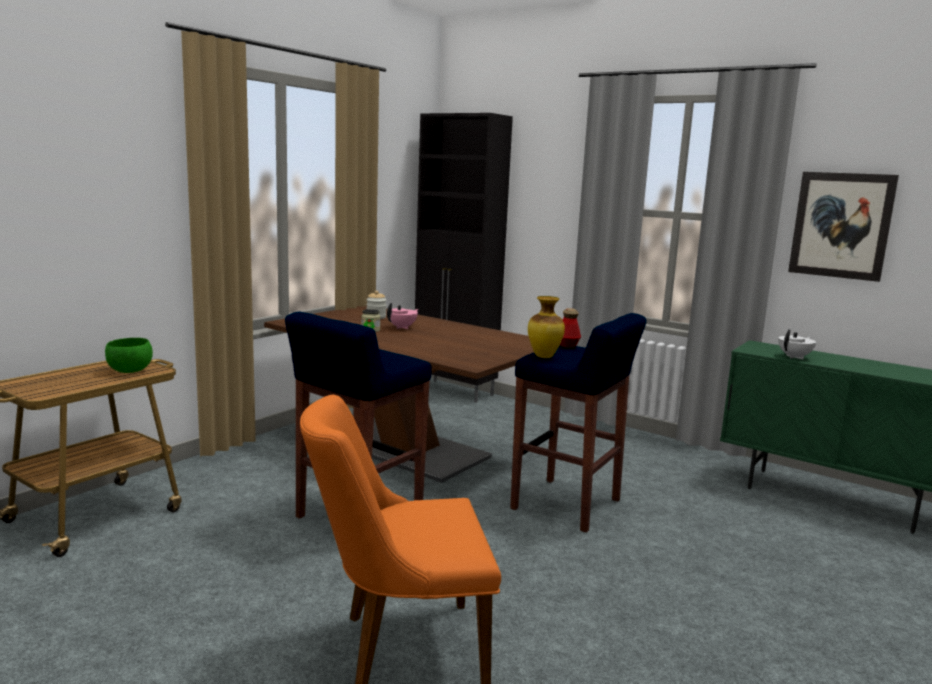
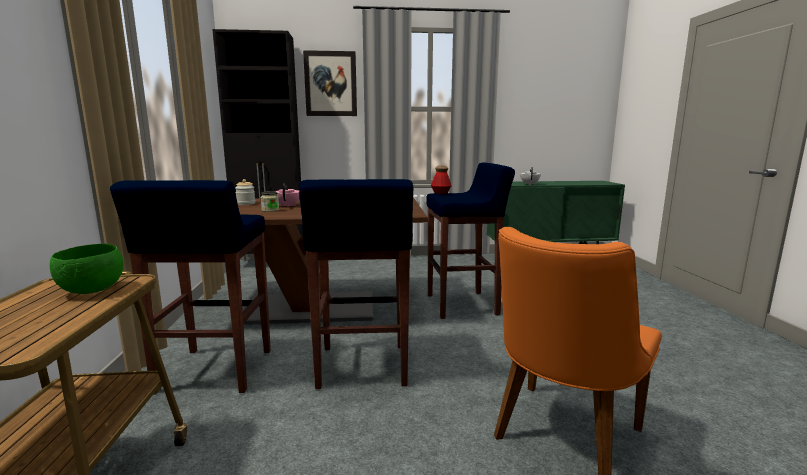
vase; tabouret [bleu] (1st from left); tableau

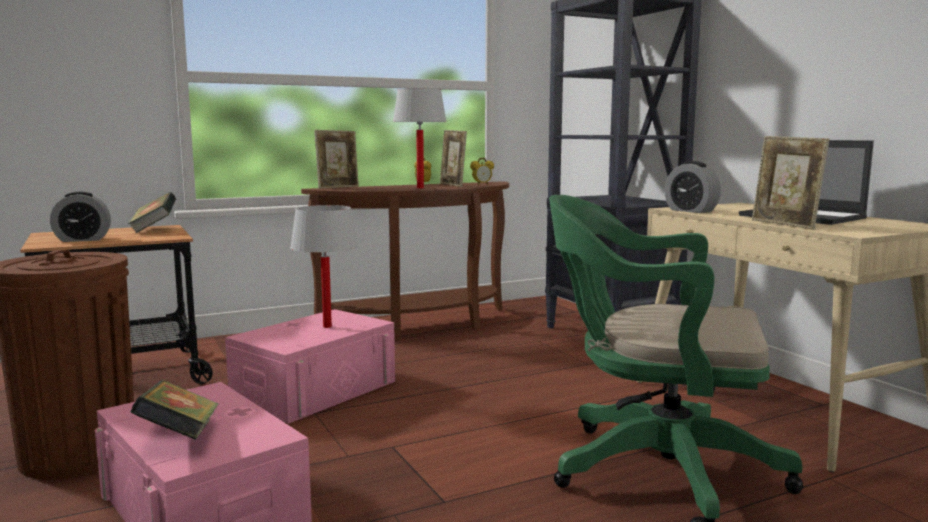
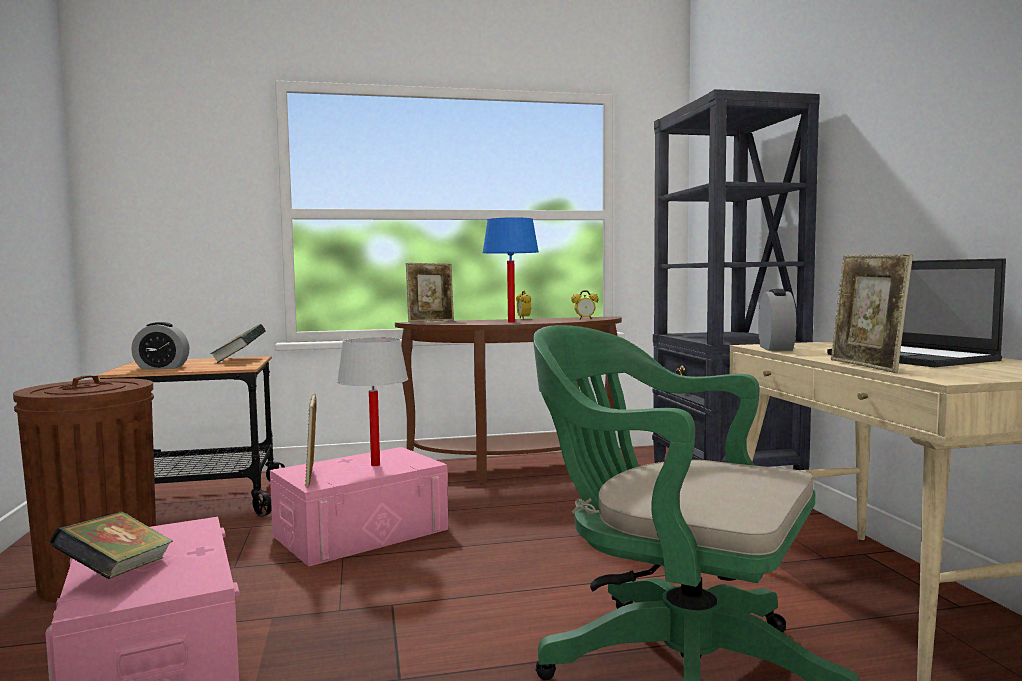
cadre photo (1st from left); lampe de table [bleu]; réveil (4th from left)

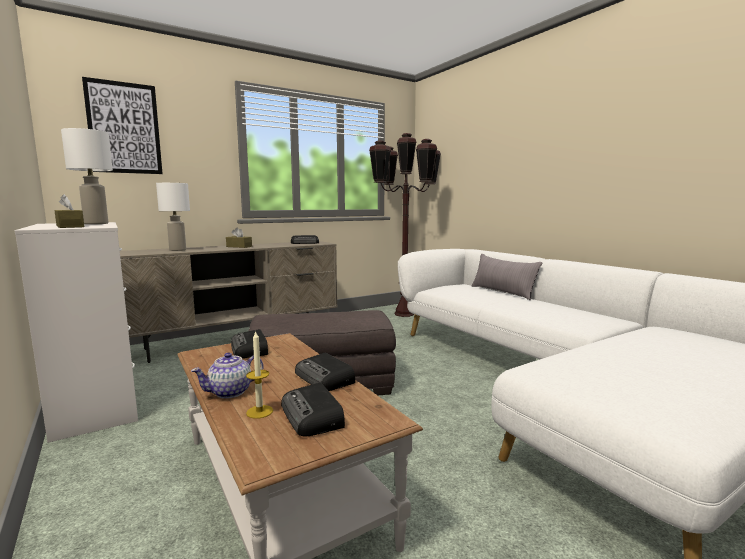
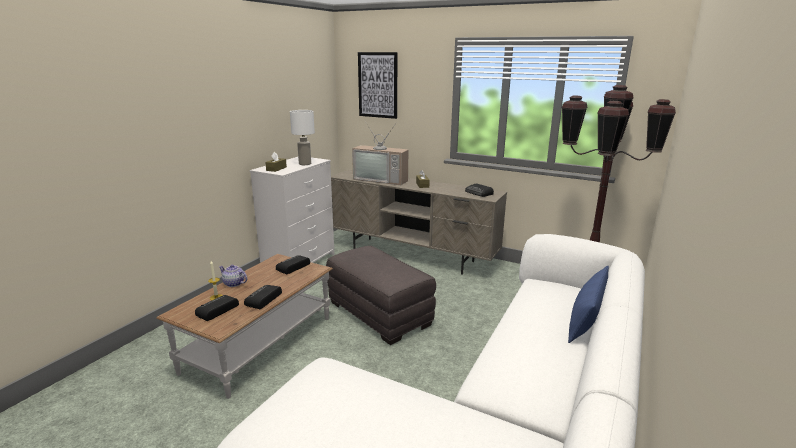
téléviseur; coussin [bleu]

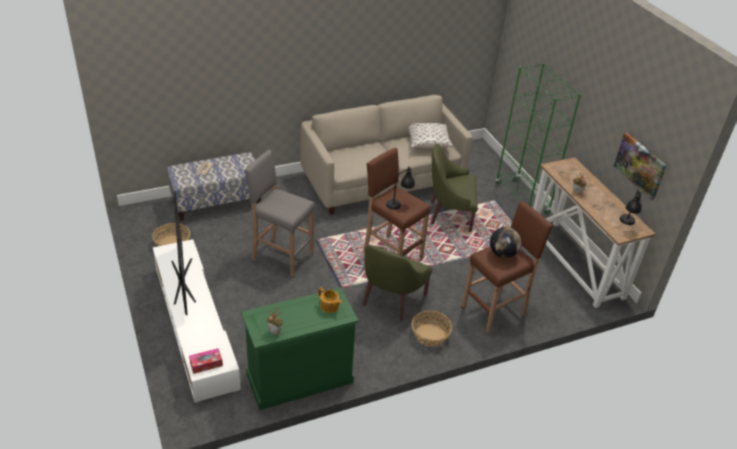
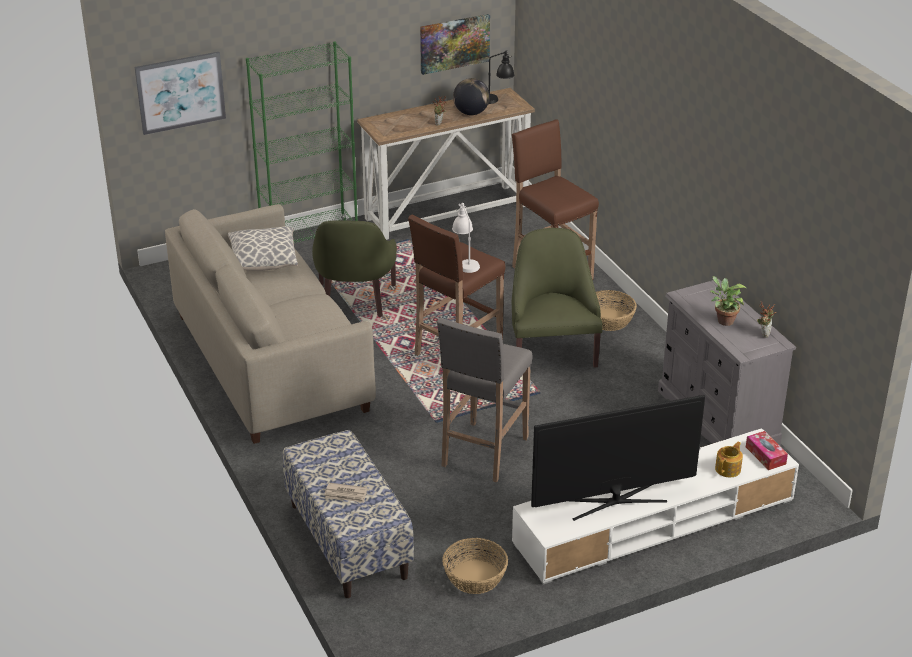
tableau (1st from left); plante en pot (2nd from left); théière; globe; commode [gris]; lampe de table [blanc]; fauteuil [vert] (2nd from left)

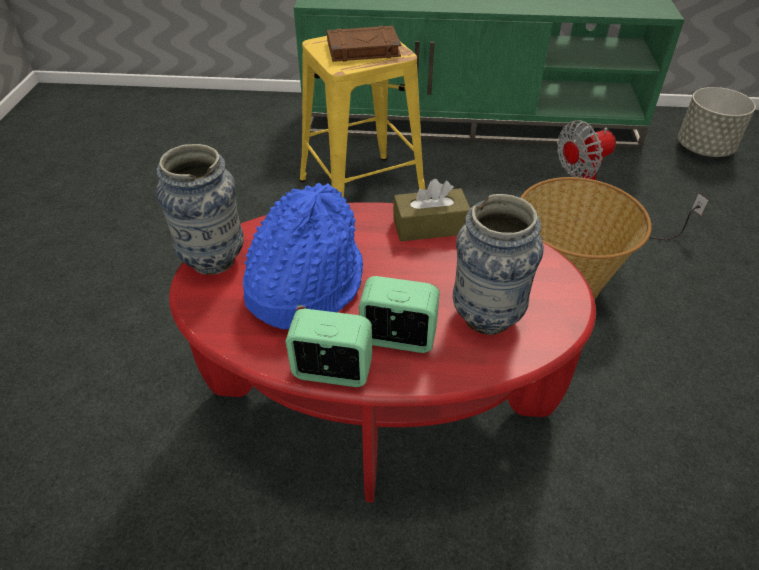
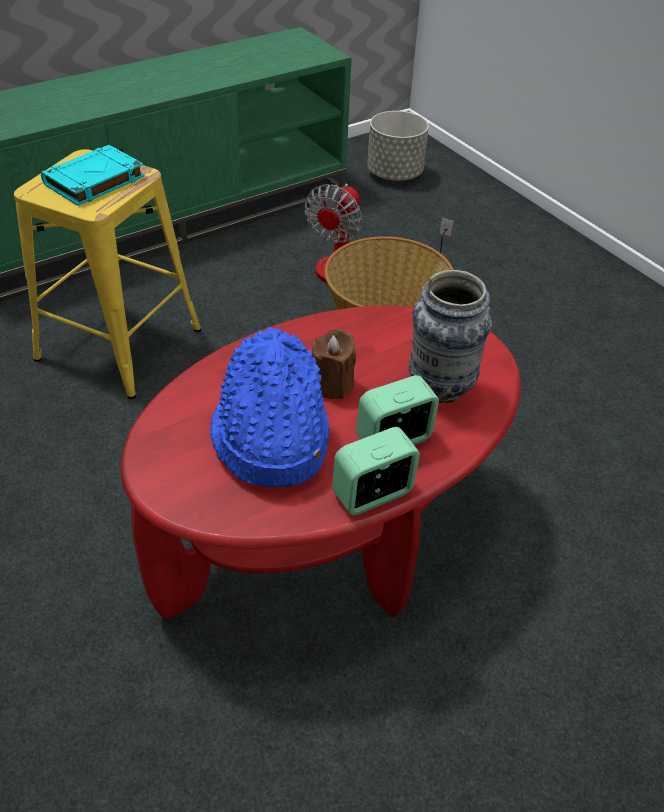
vase (1st from left in the first image); boîte à mouchoirs [marron]; bougie [marron]; livre [turquoise]

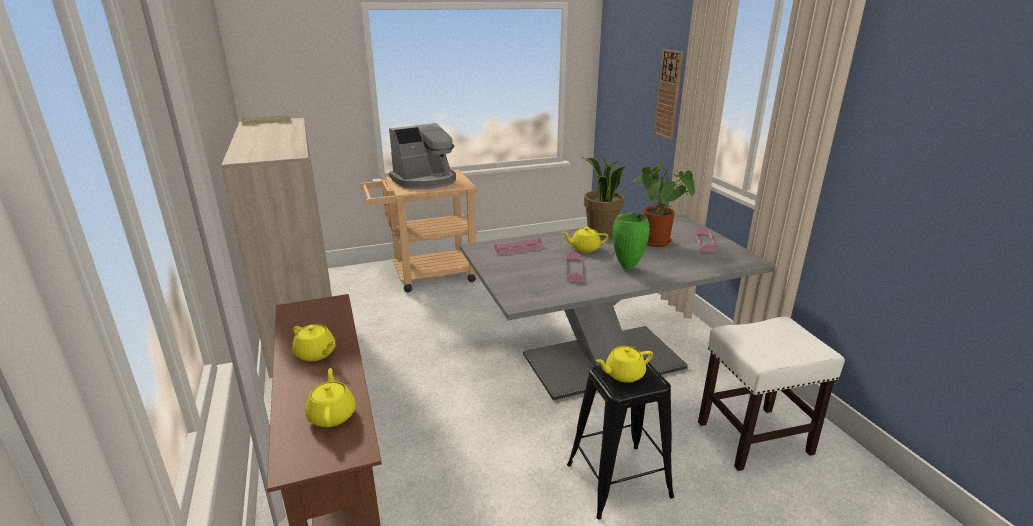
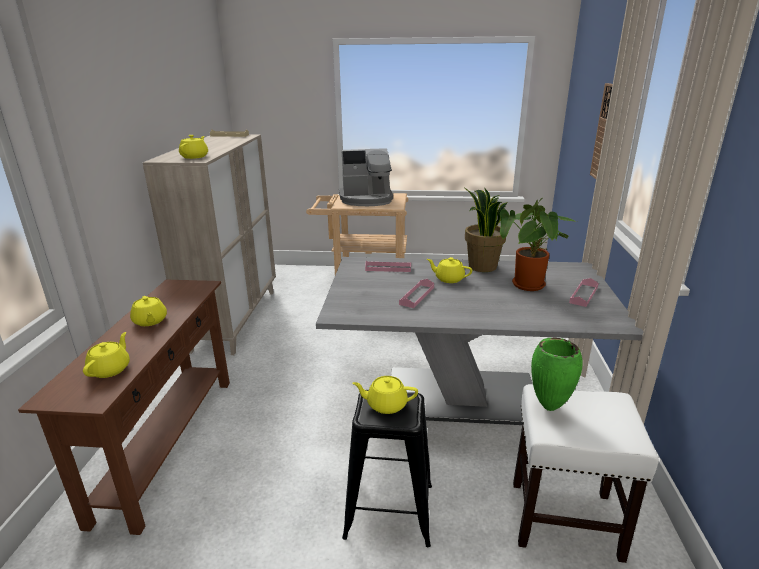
théière [jaune] (3rd from left); vase [vert]

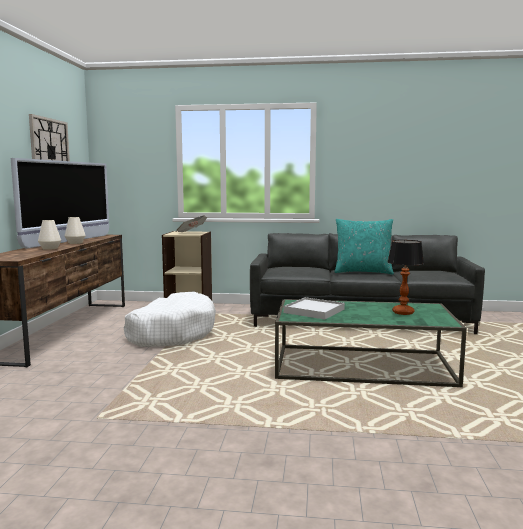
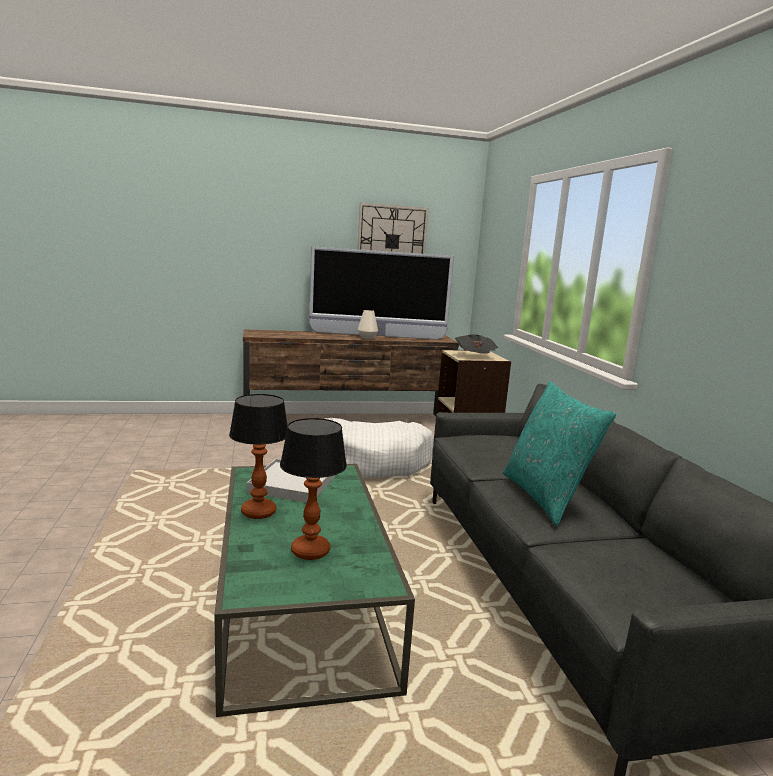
vase [blanc] (1st from left in the first image); lampe de table (1st from left)

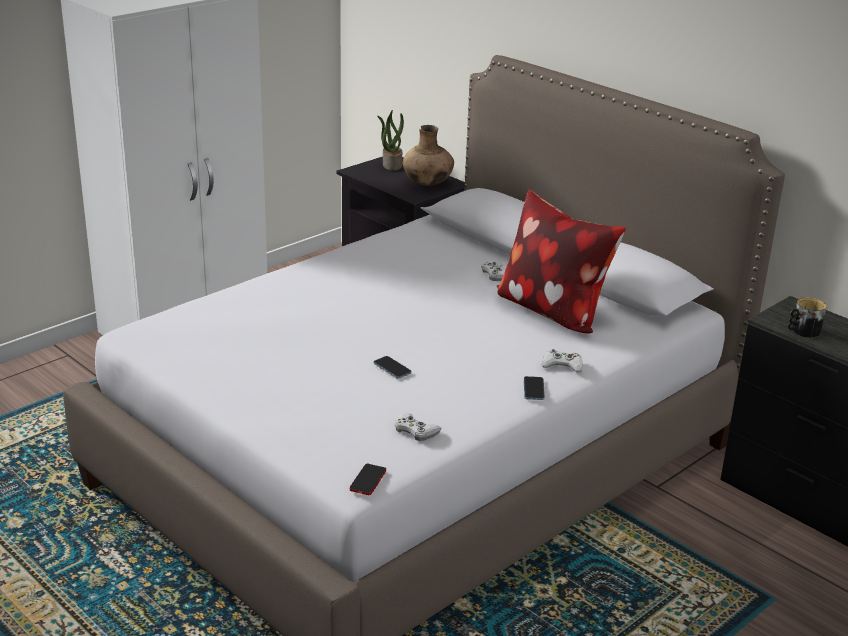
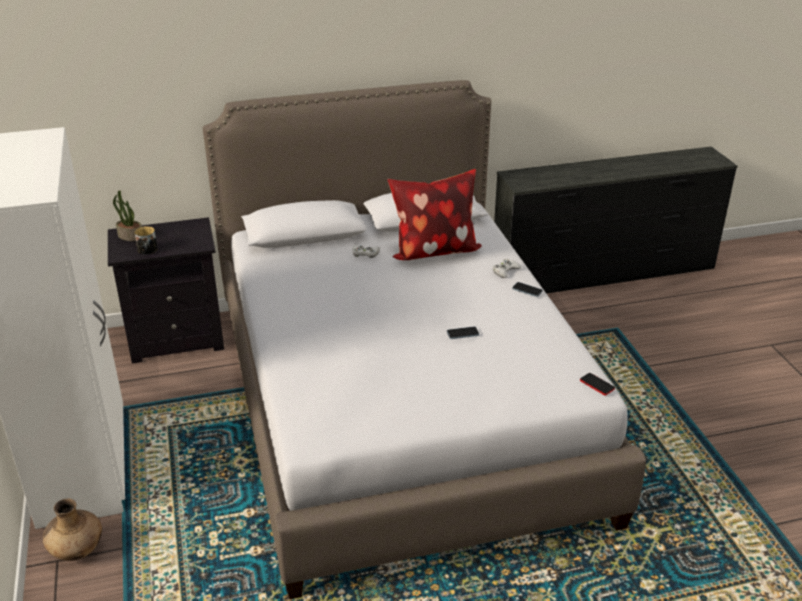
manette [blanc] (1st from left in the first image); vase [marron]; mug

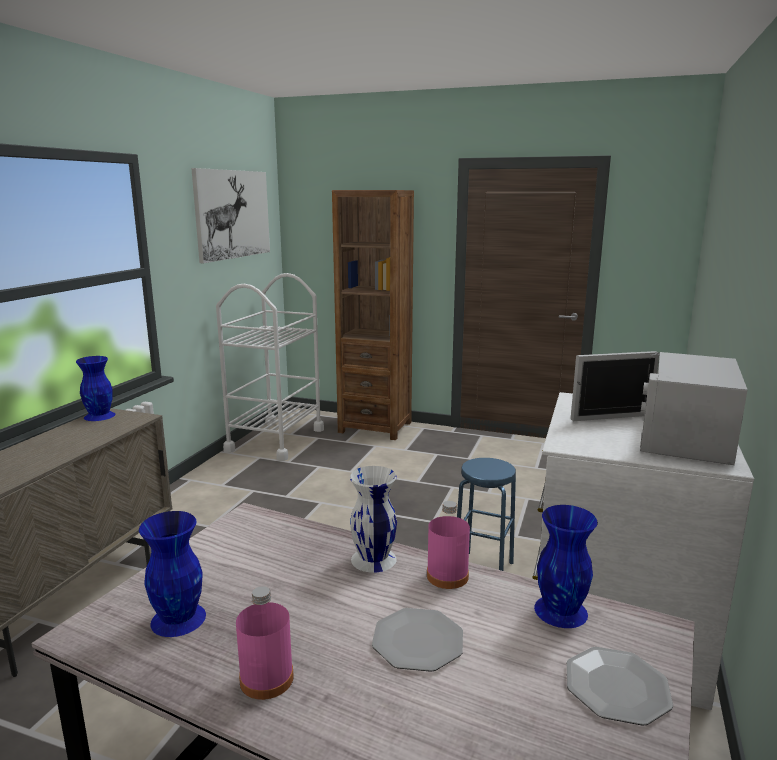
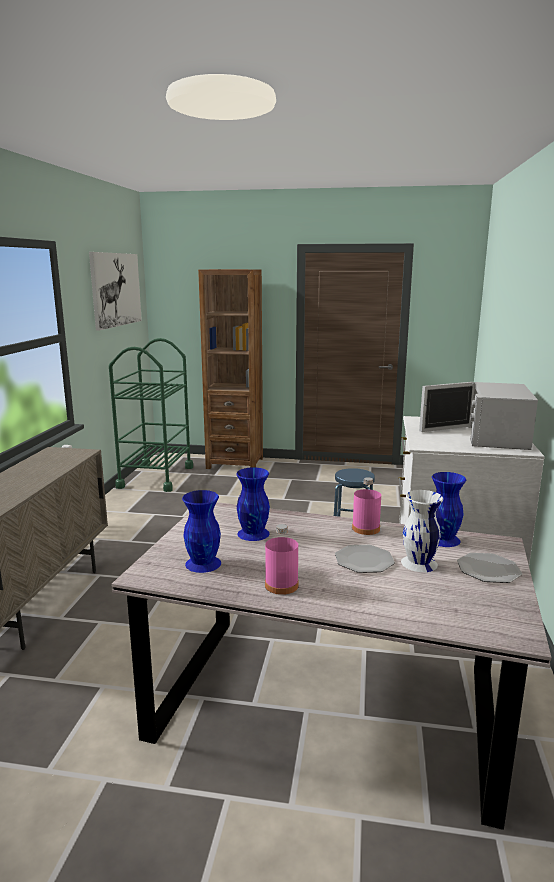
vase [bleu] (2nd from left); vase [blanc]; chariot [vert]

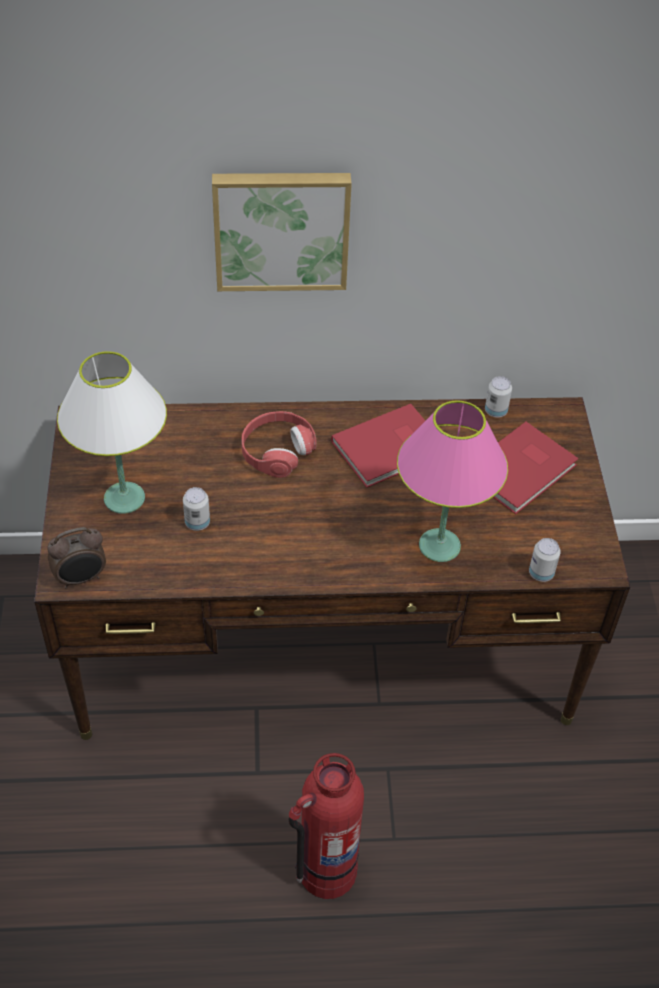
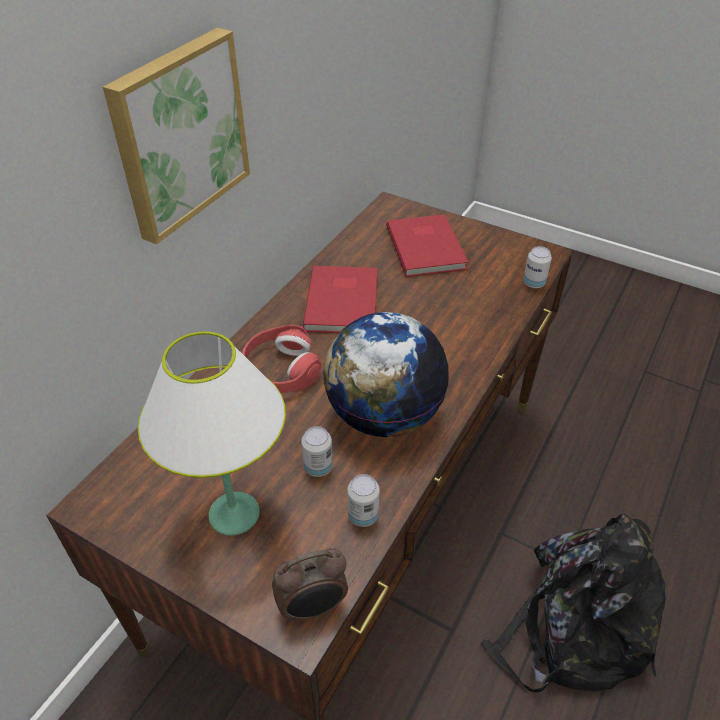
lampe de table [rose]; globe; boîte métallique (2nd from left); sac à dos [noir]; réveil

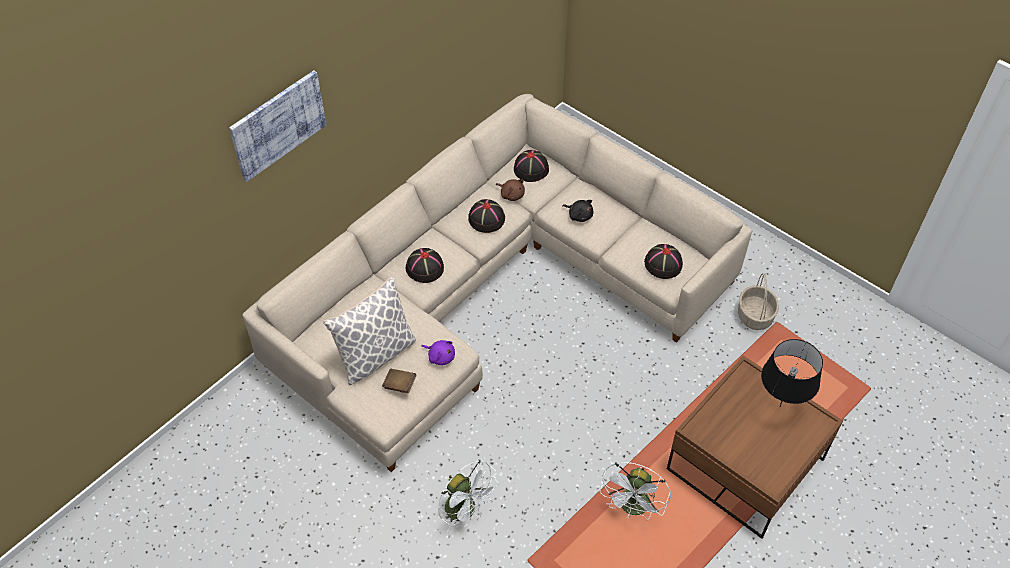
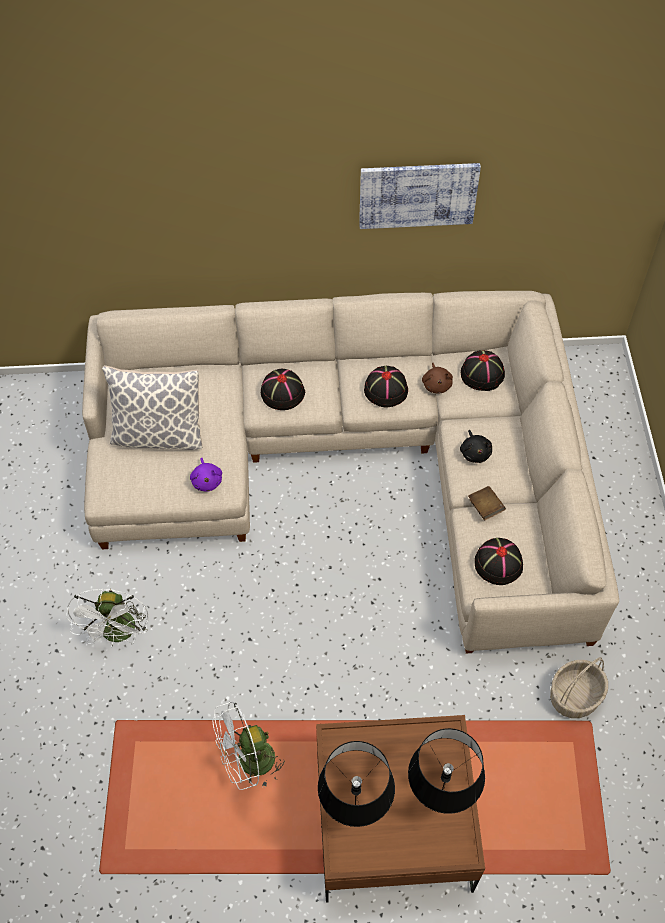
lampe de table [noir] (1st from left); tableau; livre [marron]

